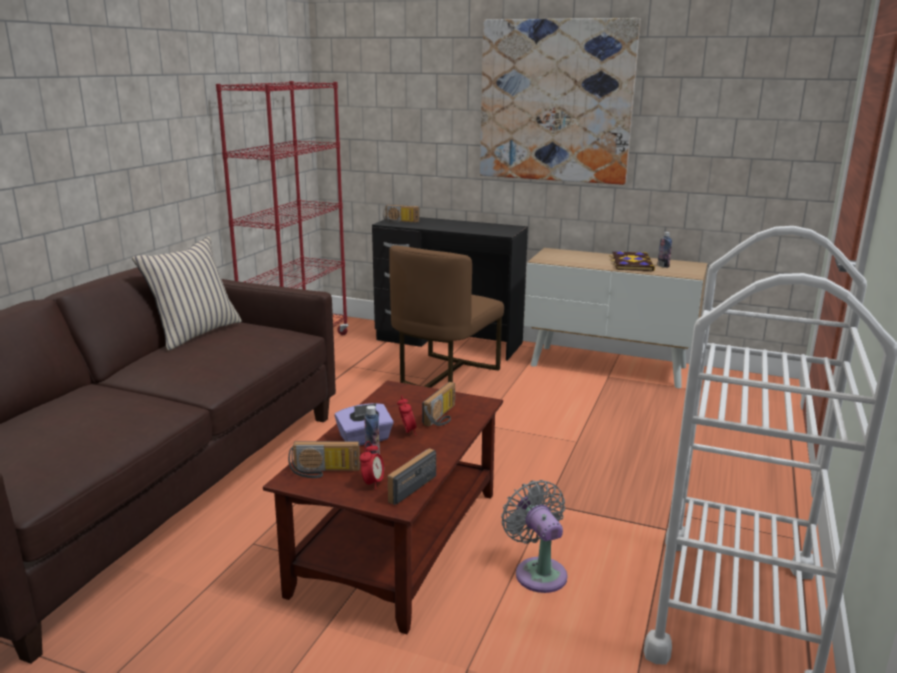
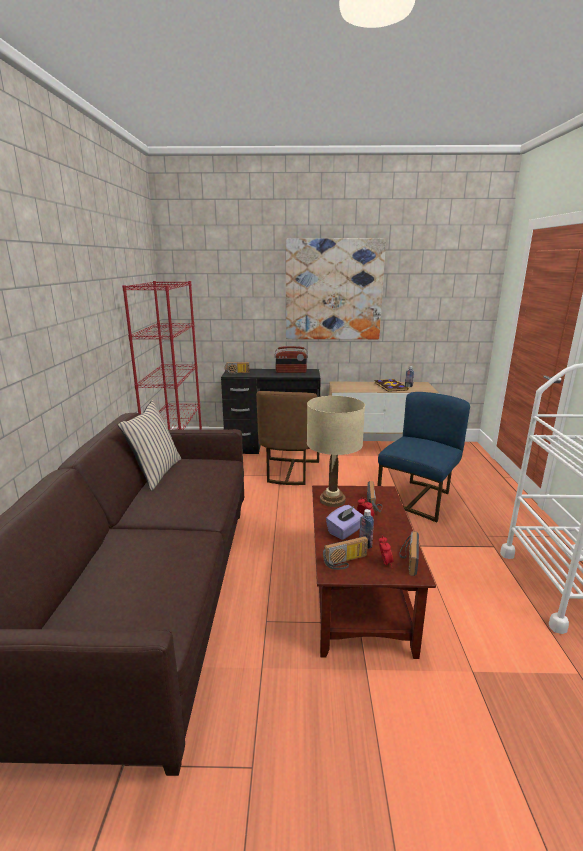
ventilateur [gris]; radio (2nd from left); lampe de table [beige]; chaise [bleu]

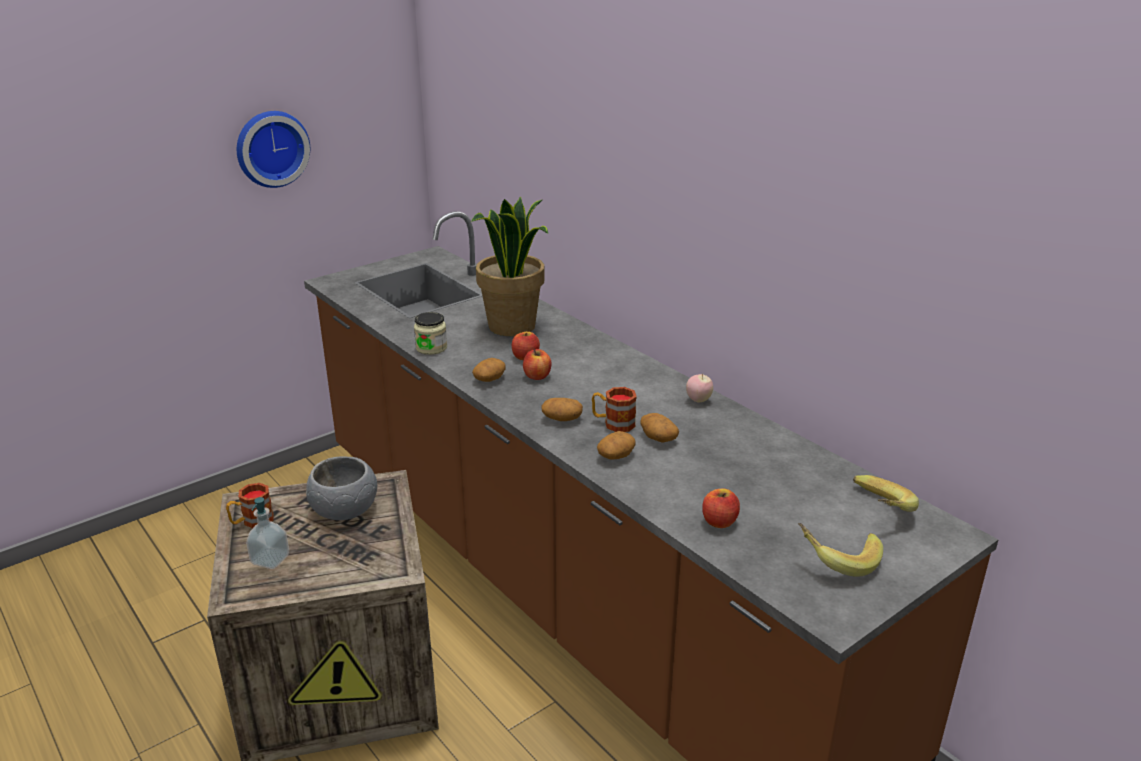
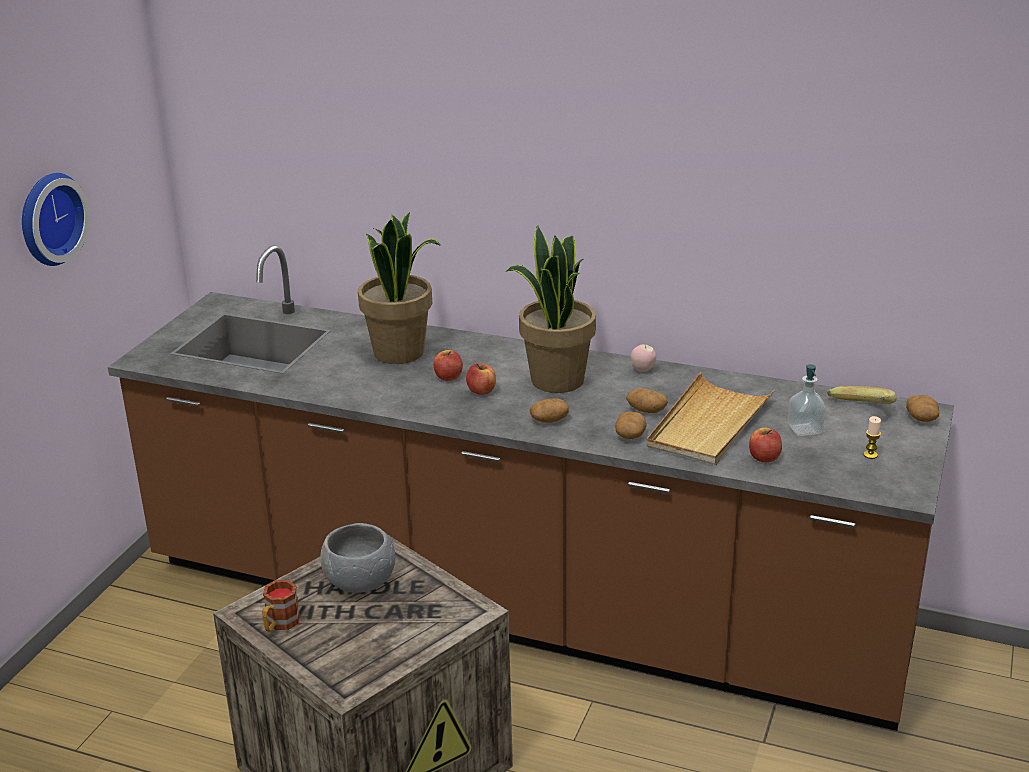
bocal; mug (2nd from left in the first image); plante en pot (2nd from left); plateau [beige]; distributeur de savon; pomme de terre (4th from left); bougie

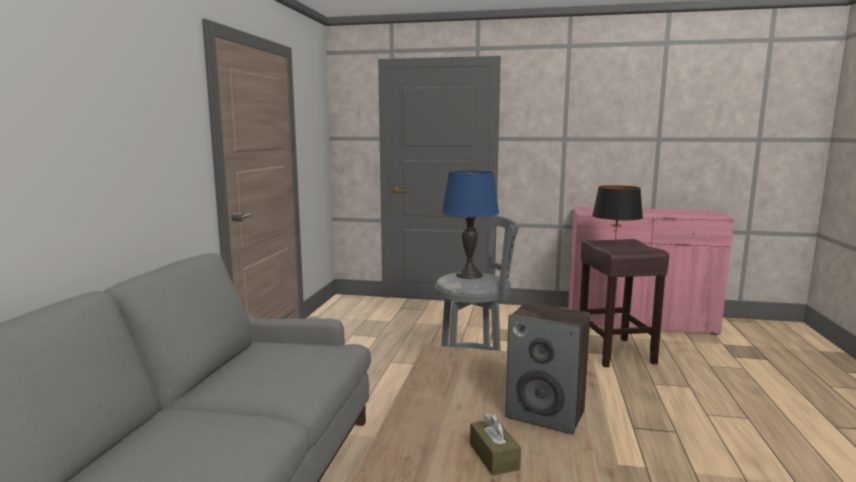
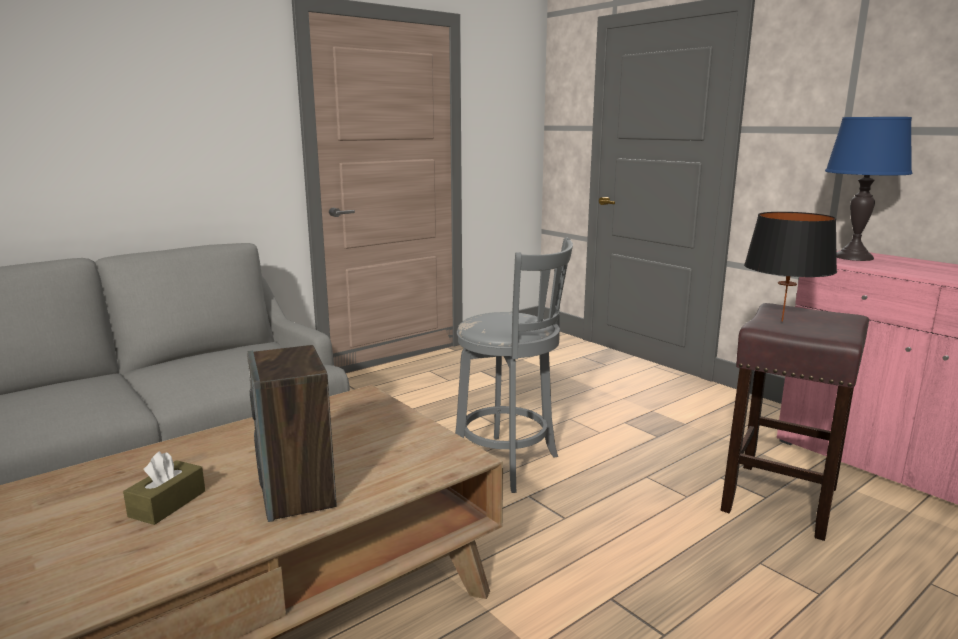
lampe de table [bleu]

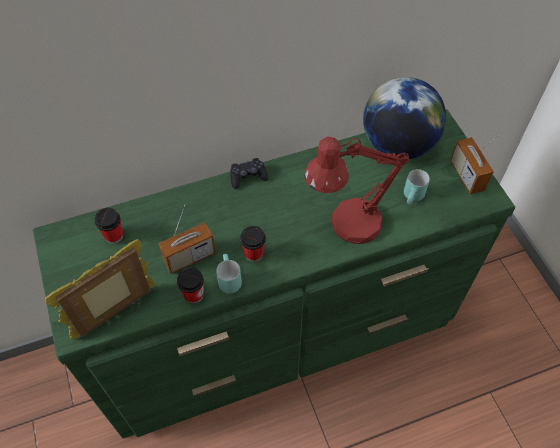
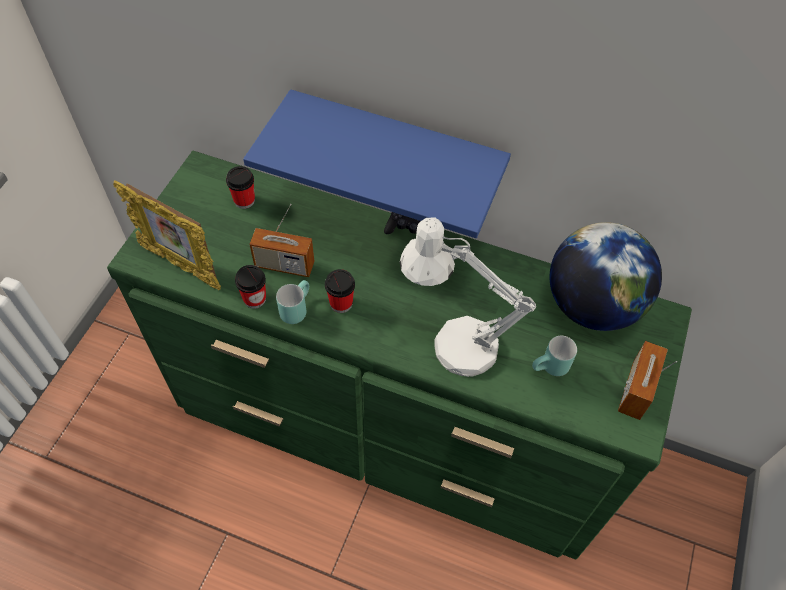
étagère [bleu]; lampe de table [blanc]; cadre photo

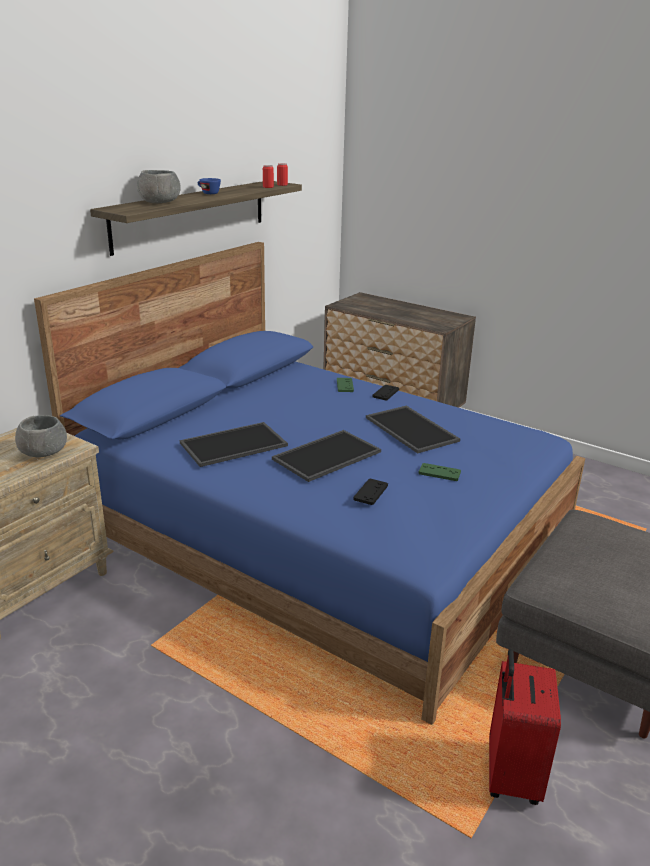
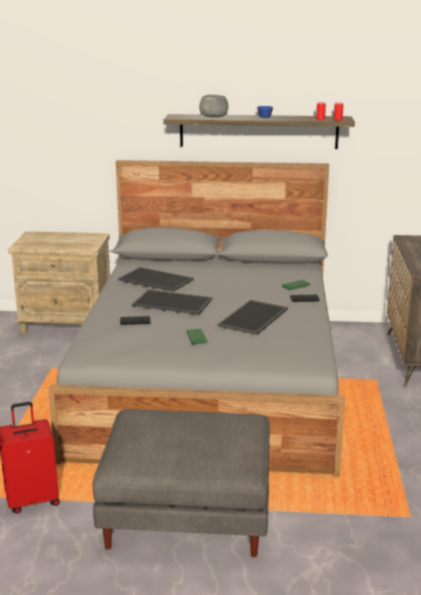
bol [gris] (1st from left in the first image); lit [gris]

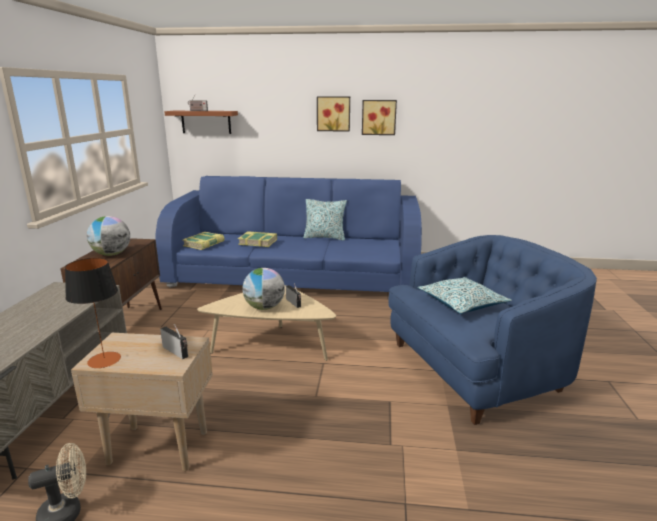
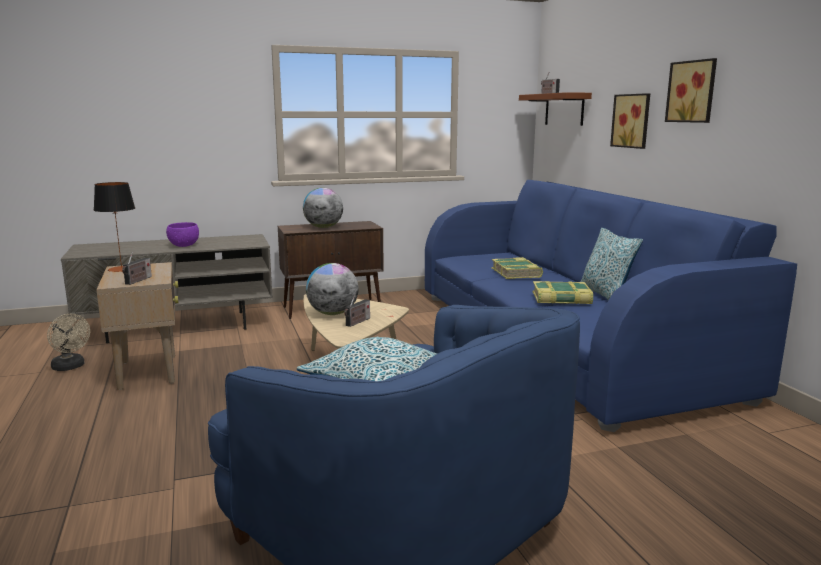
bol [violet]; livre (2nd from left); tableau (1st from left)

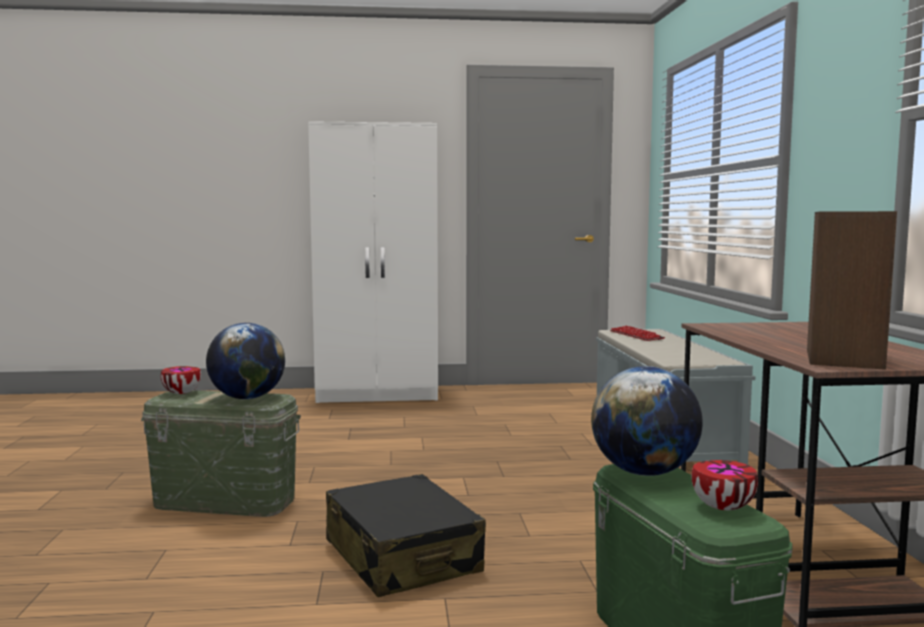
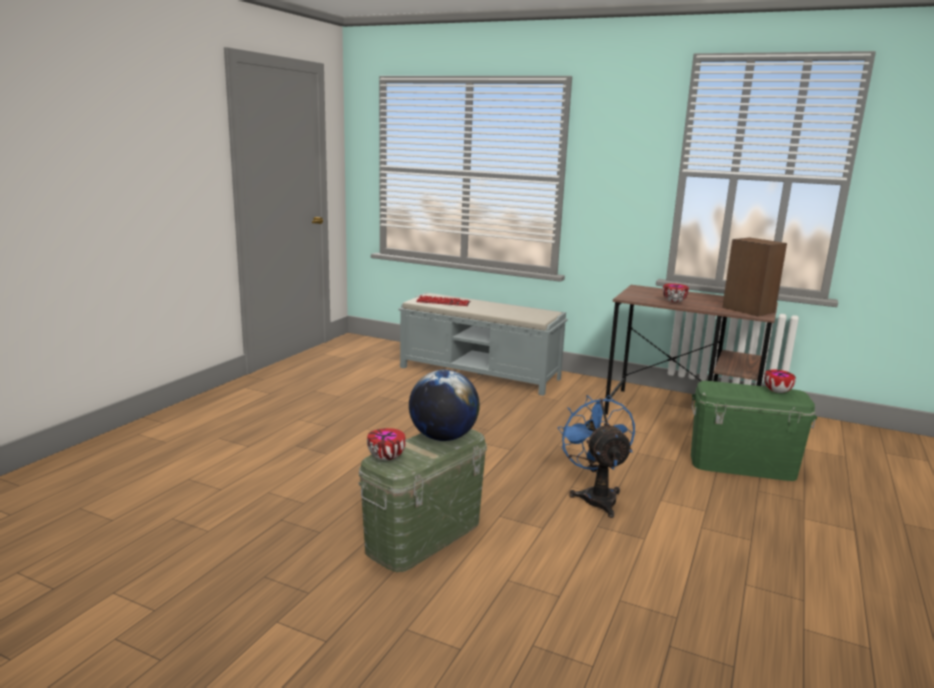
armoire [blanc]; globe (2nd from left in the first image); bol (2nd from left); ventilateur [bleu]

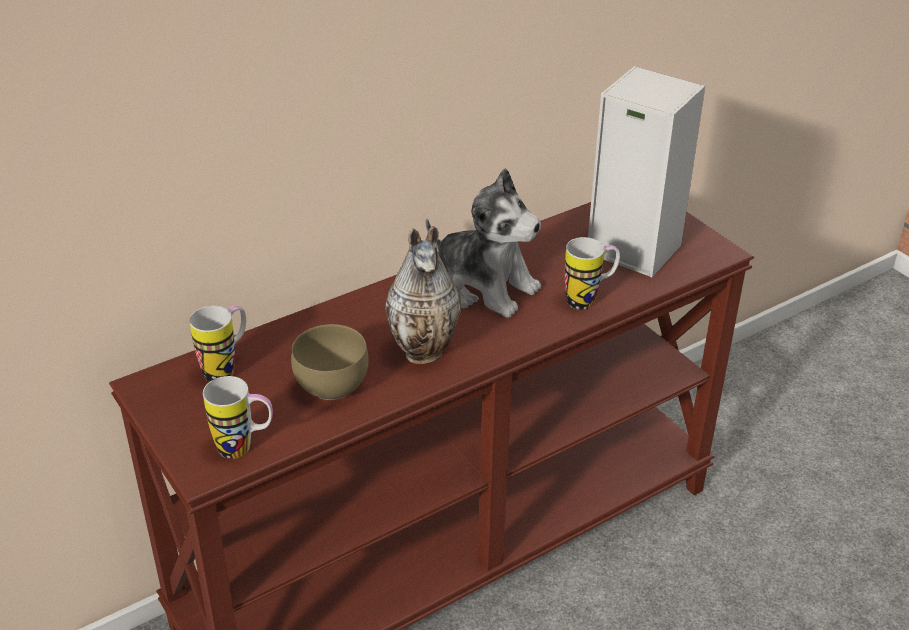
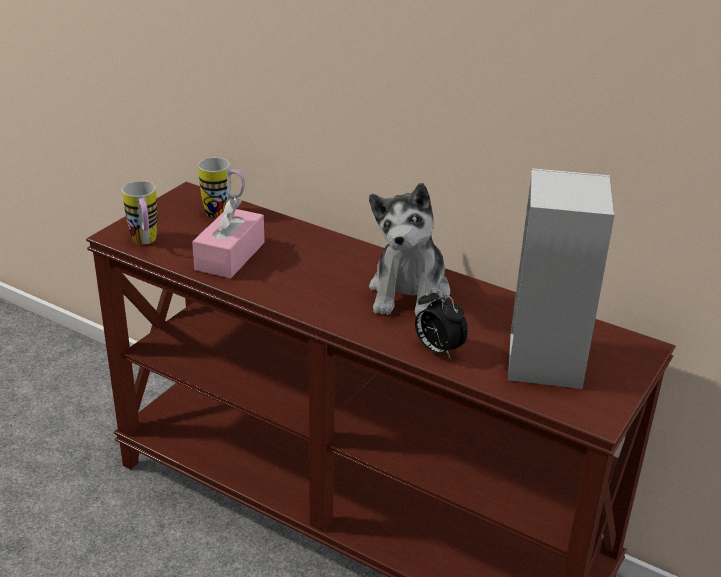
vase; boîte à mouchoirs [rose]; réveil

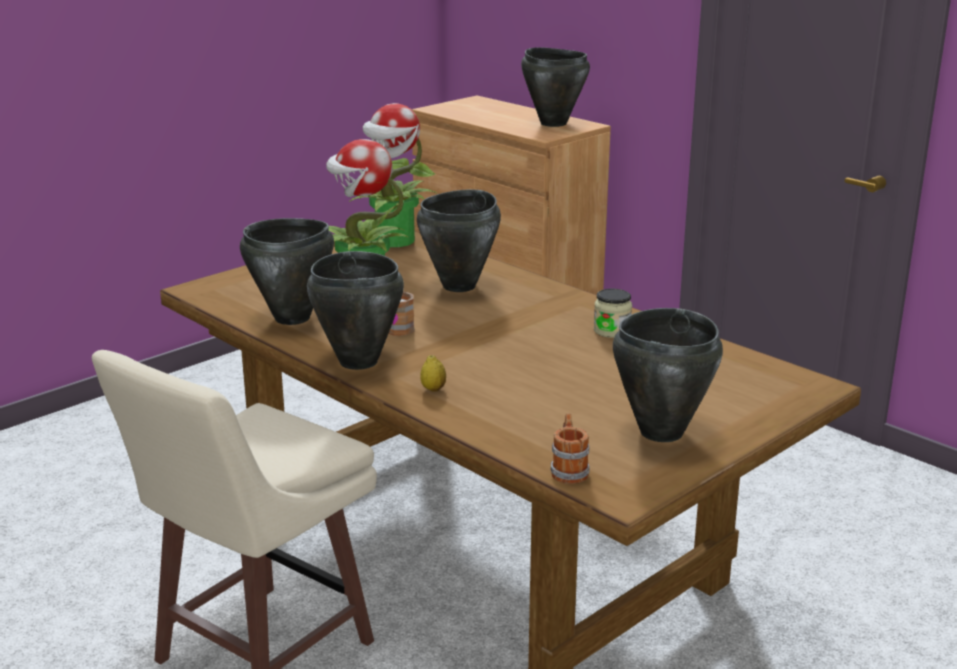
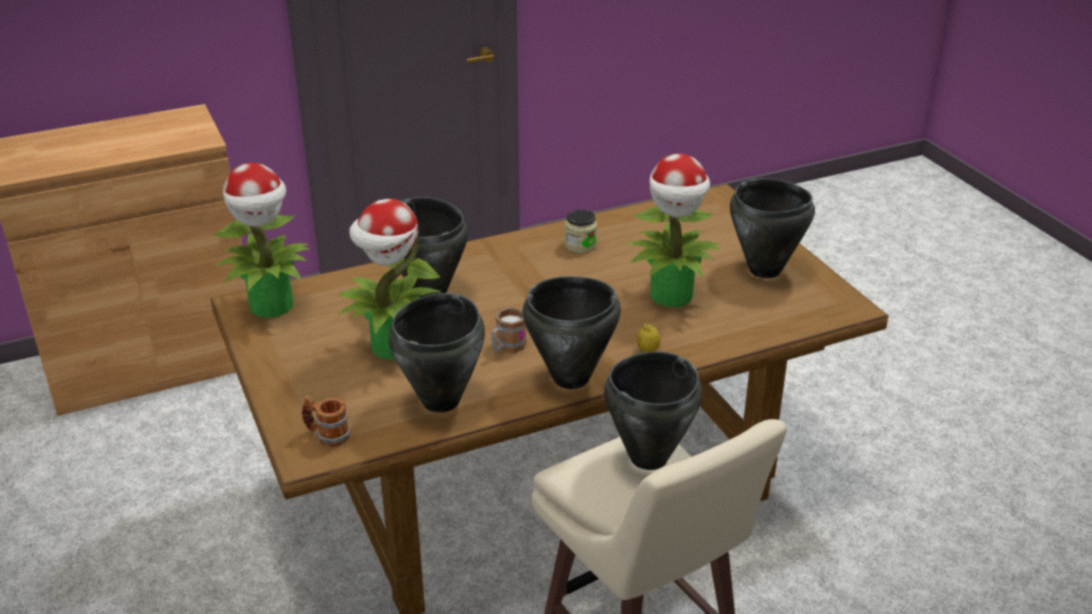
plante en pot (3rd from left); marmite [noir] (4th from left); mug (1st from left)

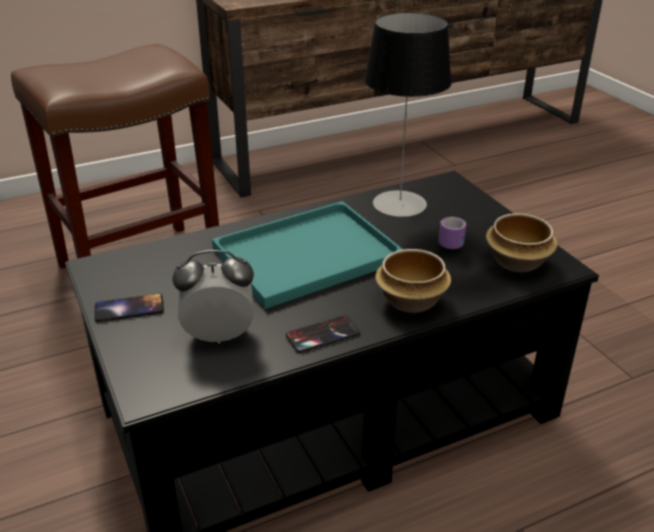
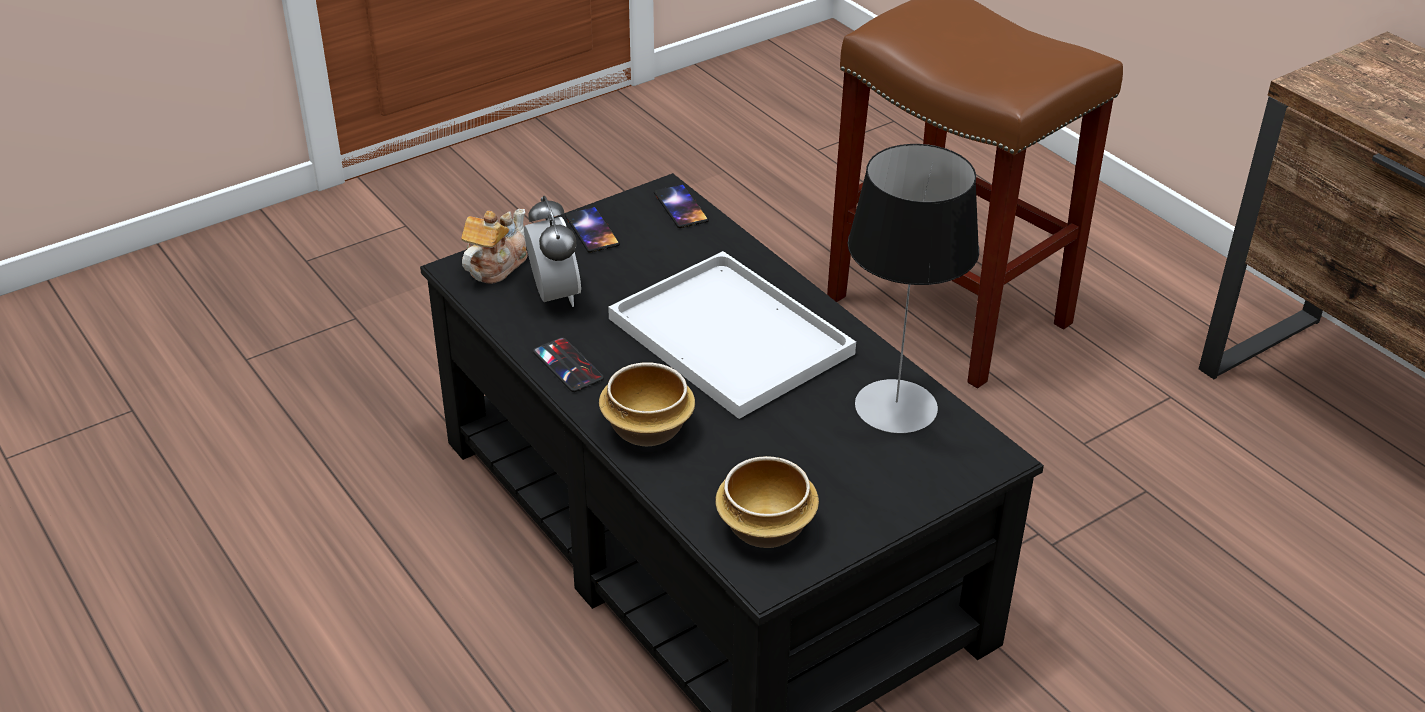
mug; théière; téléphone (3rd from left); plateau [blanc]

